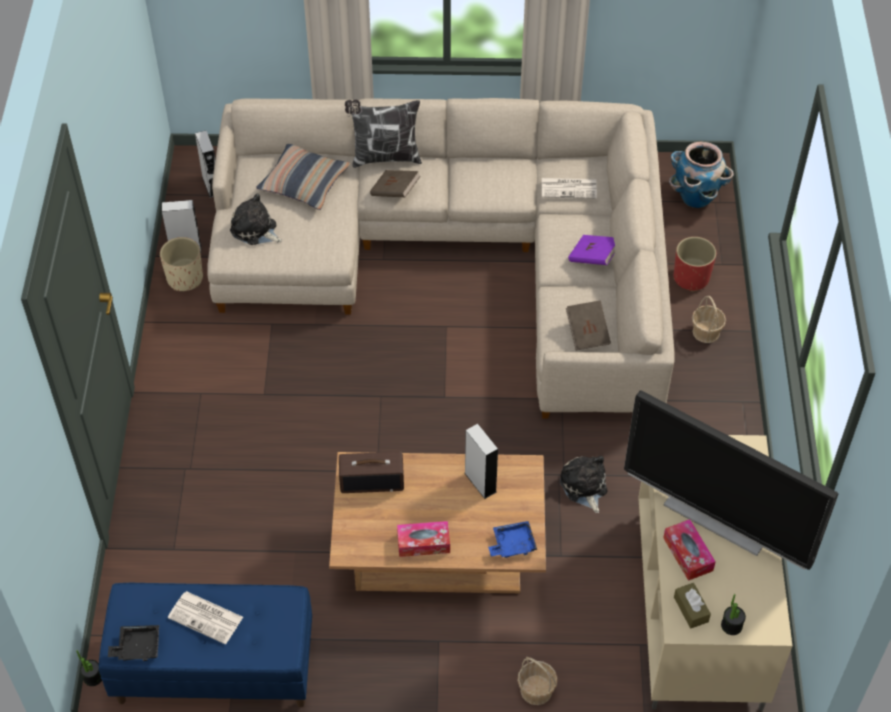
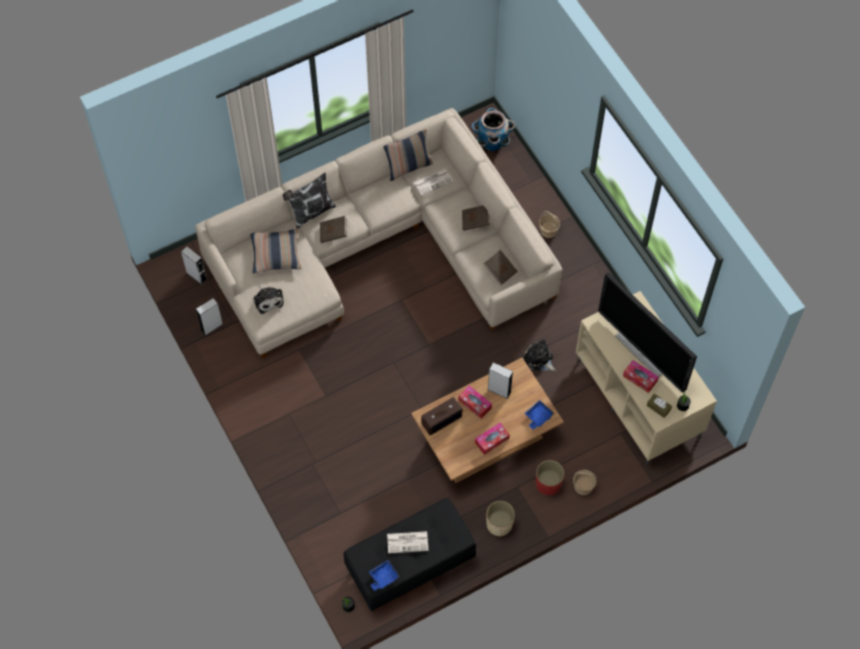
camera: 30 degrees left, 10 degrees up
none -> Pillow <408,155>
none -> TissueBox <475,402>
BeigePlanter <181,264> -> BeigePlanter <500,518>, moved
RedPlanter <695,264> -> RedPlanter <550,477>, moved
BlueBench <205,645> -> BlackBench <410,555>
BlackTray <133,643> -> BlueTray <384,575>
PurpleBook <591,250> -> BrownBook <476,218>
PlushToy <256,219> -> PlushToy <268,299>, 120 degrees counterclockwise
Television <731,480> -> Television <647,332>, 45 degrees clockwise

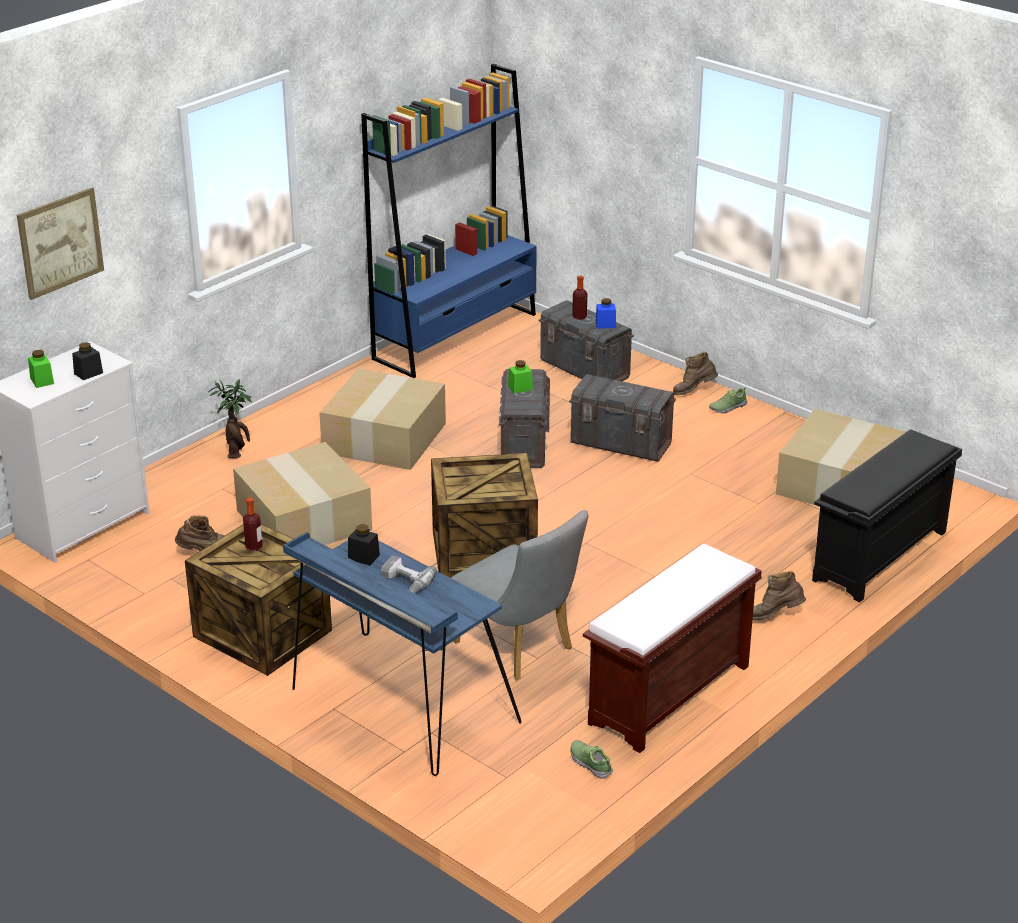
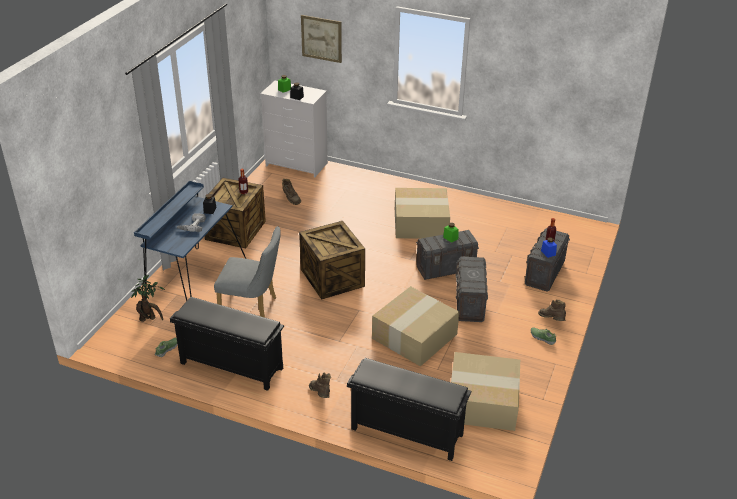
camera: 70 degrees right, 5 degrees up
BlueBookcase <449,221> -> none
PottedPlant <230,418> -> PottedPlant <148,298>, moved
CardboardBox <302,493> -> CardboardBox <415,326>, moved
BrownBench <672,648> -> BlackShoeRack <227,344>
GreyChair <519,595> -> GreyChair <247,272>, 105 degrees counterclockwise

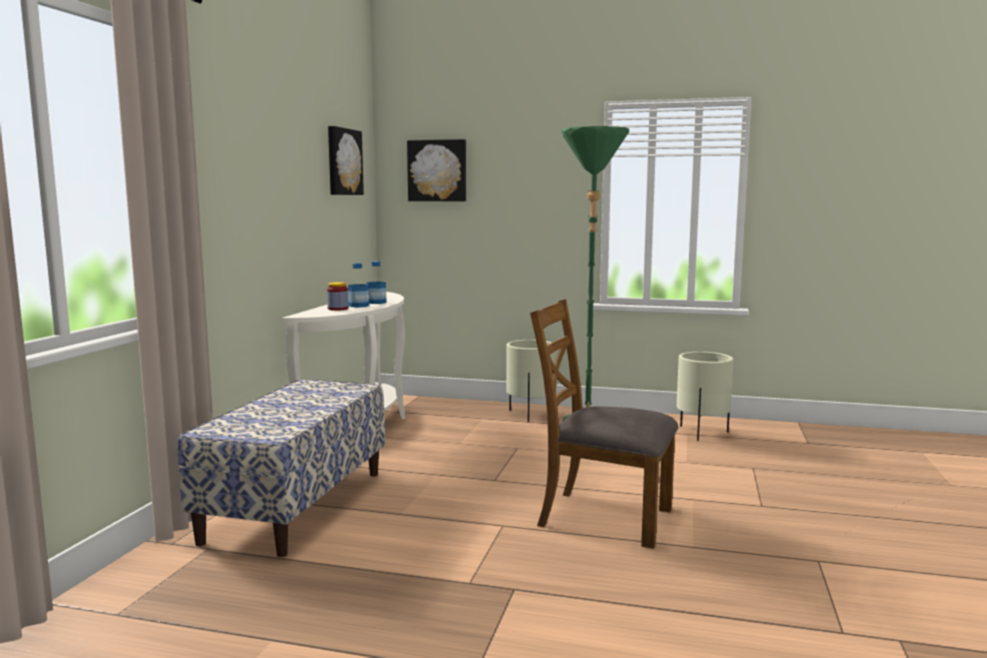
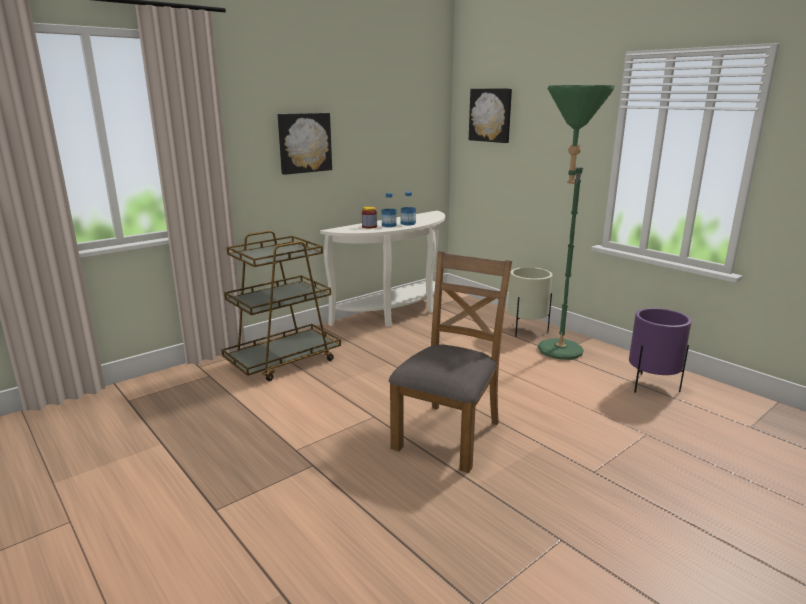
camera: 35 degrees right, 10 degrees up
Picture <346,160> -> Picture <305,144>, moved
Bench <281,468> -> BrownCart <281,306>
BeigePlanter <705,396> -> PurplePlanter <660,350>
BrownChair <604,424> -> BrownChair <450,362>, 60 degrees clockwise

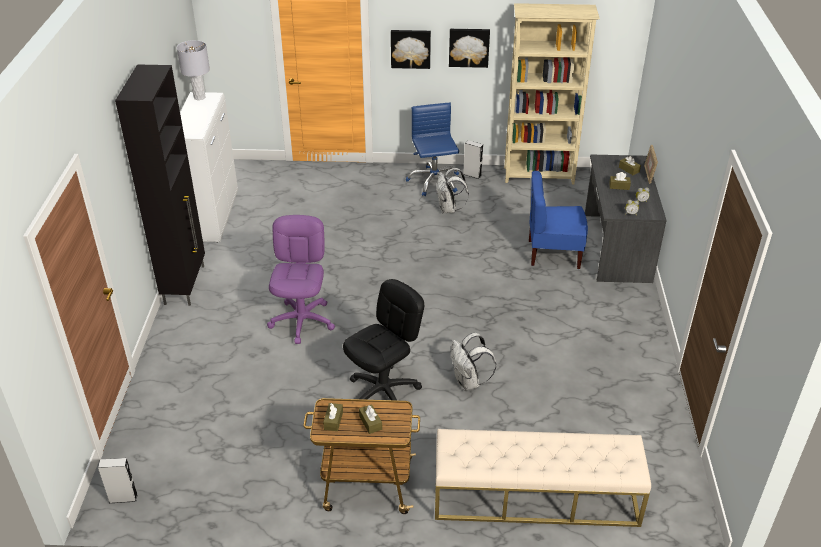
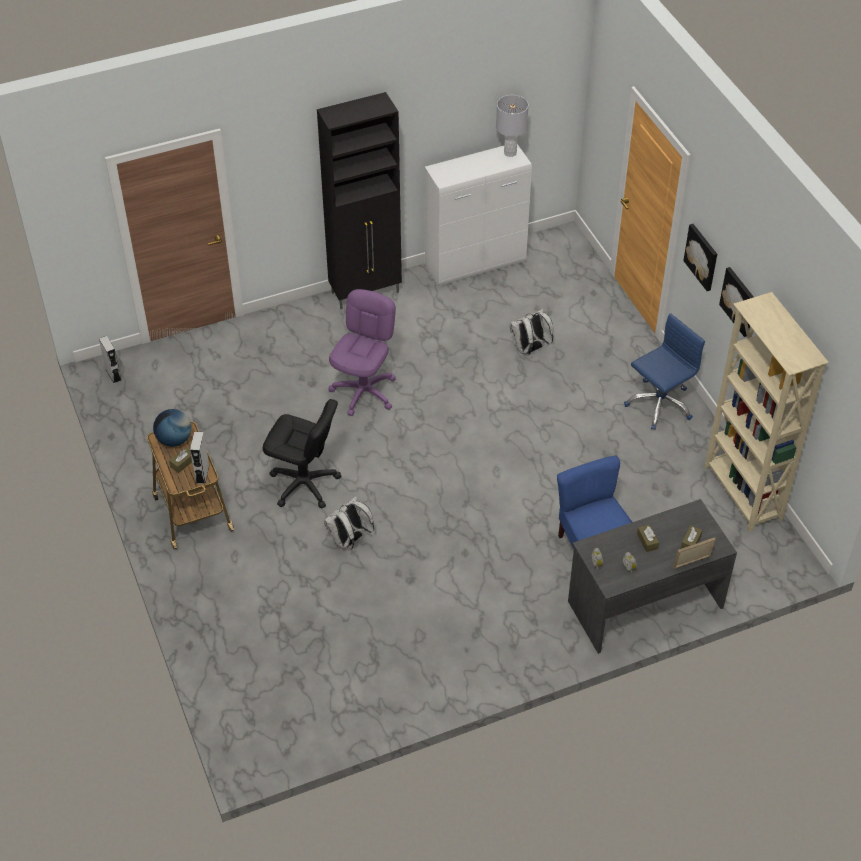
camera: 65 degrees right, 10 degrees up
BeigeBench <543,478> -> none
WhiteBackpack <452,190> -> WhiteBackpack <532,332>, moved
GreySpeaker <473,159> -> GreySpeaker <199,457>, moved
BrownTissueBox <333,417> -> Globe <172,428>
PurpleOfficeChair <301,279> -> PurpleOfficeChair <362,352>, 45 degrees counterclockwise

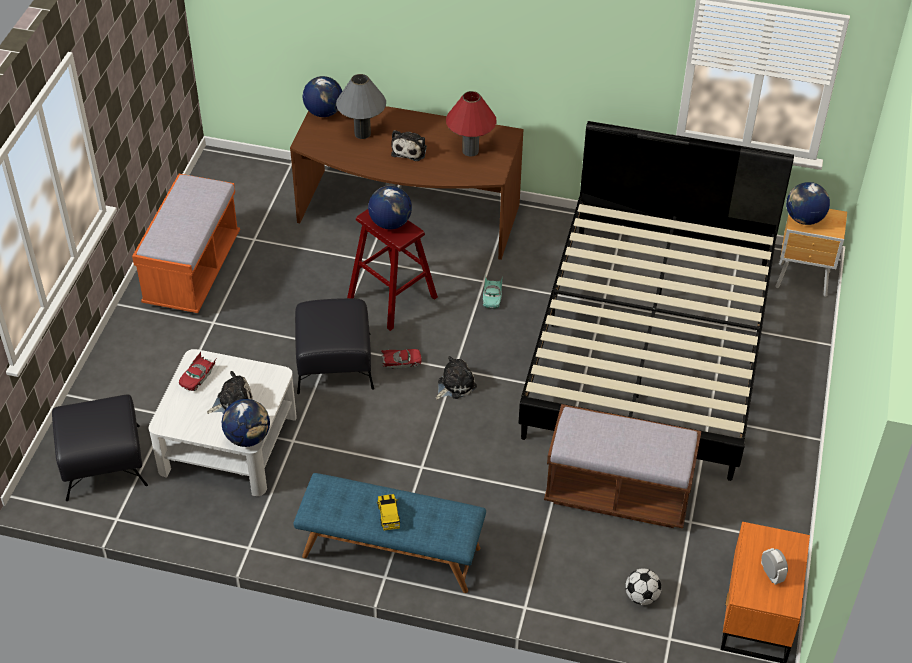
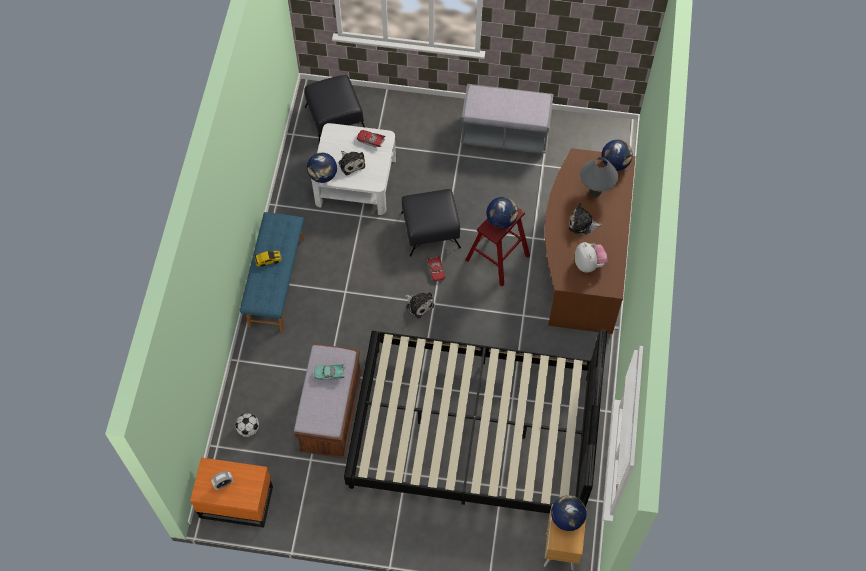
camera: 85 degrees right, 15 degrees up
TurquoiseToyCar <492,292> -> TurquoiseToyCar <329,372>, moved
RedTableLamp <471,124> -> PlushToy <591,257>
OrangeBench <186,243> -> GreyBench <507,119>

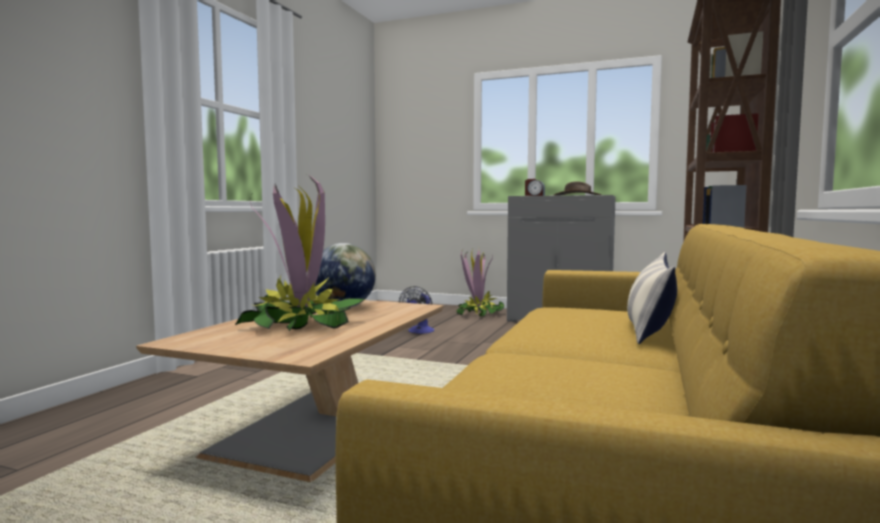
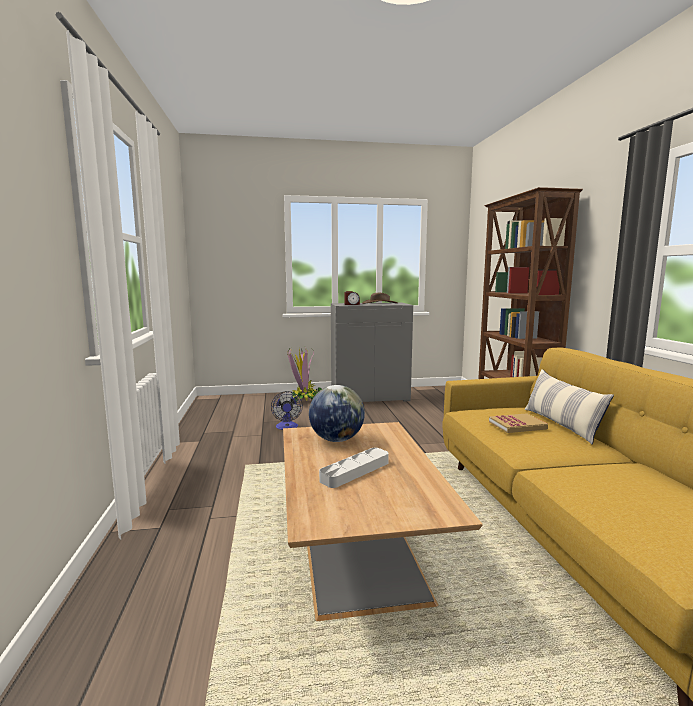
camera: 30 degrees left, 5 degrees up
none -> Book <518,423>
PottedPlant <300,253> -> GreyTray <354,468>

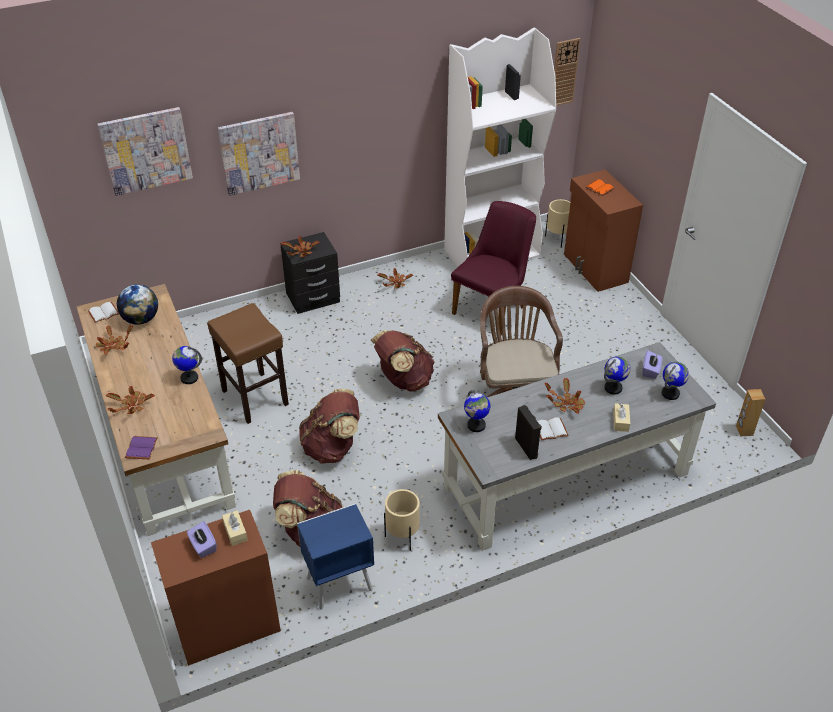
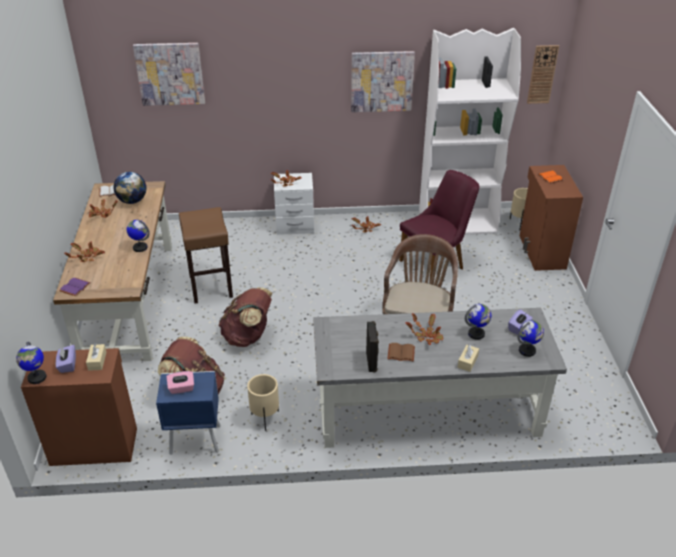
camera: 20 degrees right, 5 degrees down
BrownBackpack <403,361> -> none
BrownSpeaker <750,413> -> none
none -> PinkTissueBox <180,382>
Picture <259,154> -> Picture <383,81>, moved
Globe <477,411> -> Globe <31,363>, moved
BlackNightstand <310,273> -> WhiteNightstand <294,204>
WhiteBook <553,429> -> BrownBook <401,352>

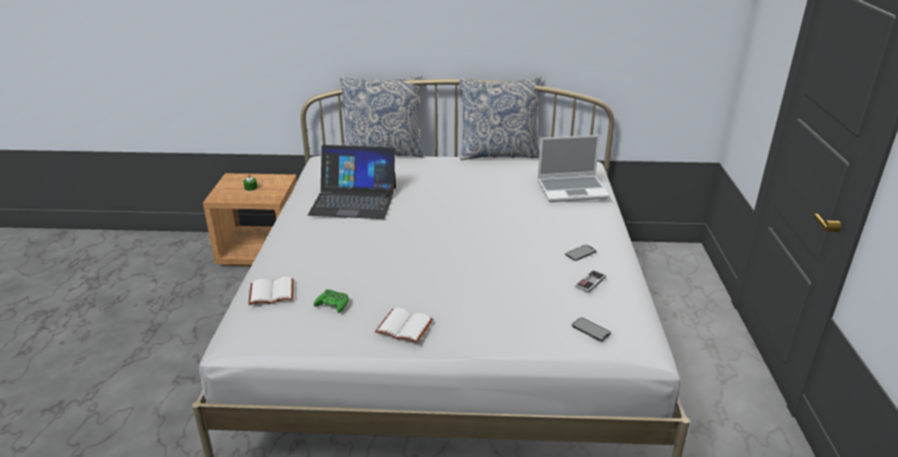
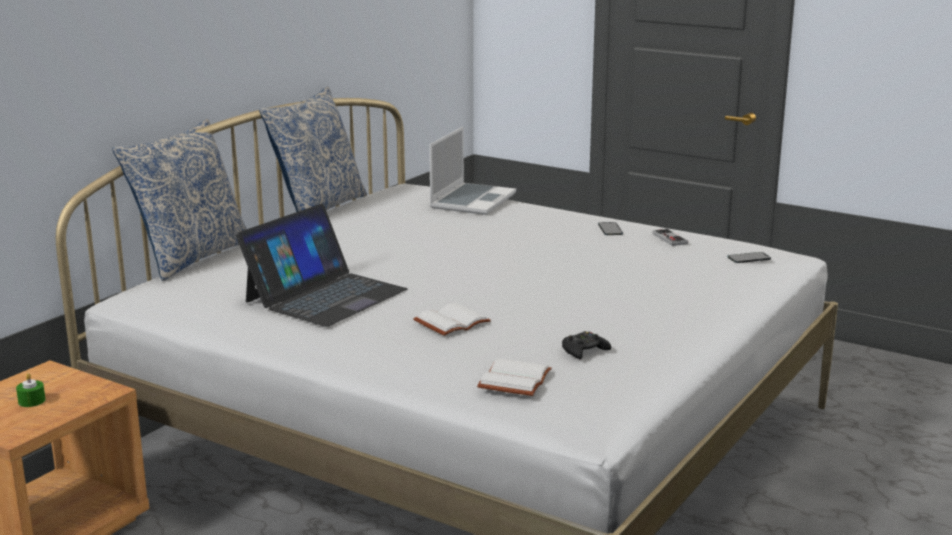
camera: 60 degrees left, 10 degrees down
WhiteBook <404,325> -> WhiteBook <452,319>, moved
GreenGameController <331,301> -> BlackGameController <586,345>

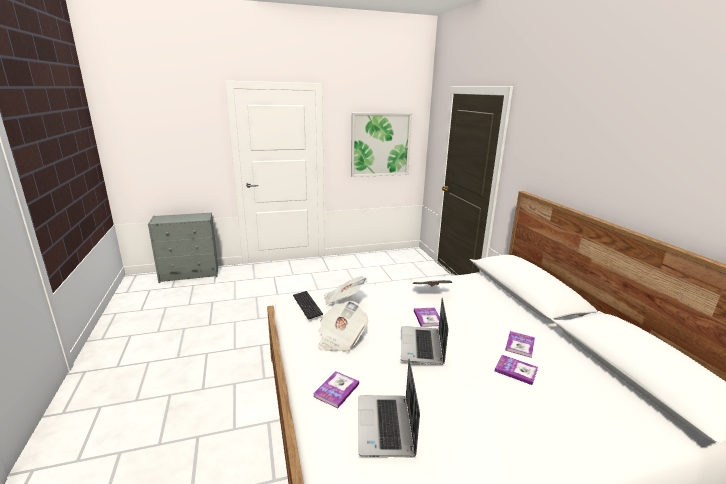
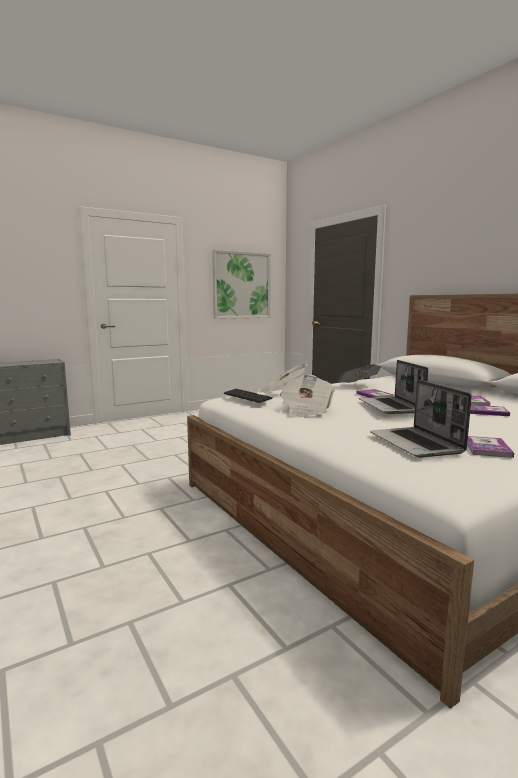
camera: 15 degrees left, 10 degrees down
Book <336,389> -> Book <490,447>, moved

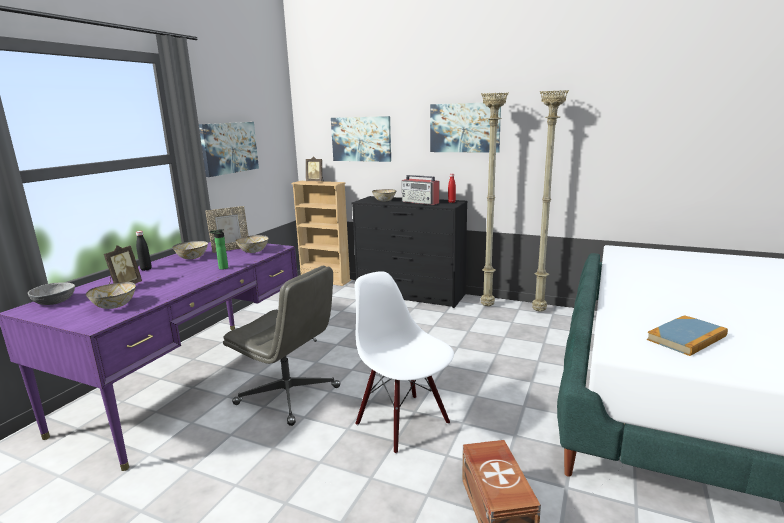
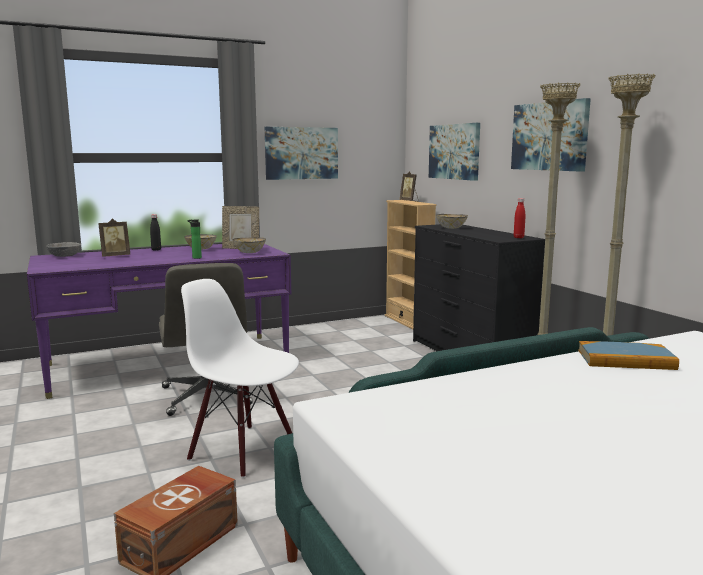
camera: 40 degrees right, 5 degrees down
Bowl <111,295> -> none
Radio <420,190> -> none
Book <687,335> -> Book <628,355>, moved
WhiteChair <404,362> -> WhiteChair <240,378>, 60 degrees counterclockwise

